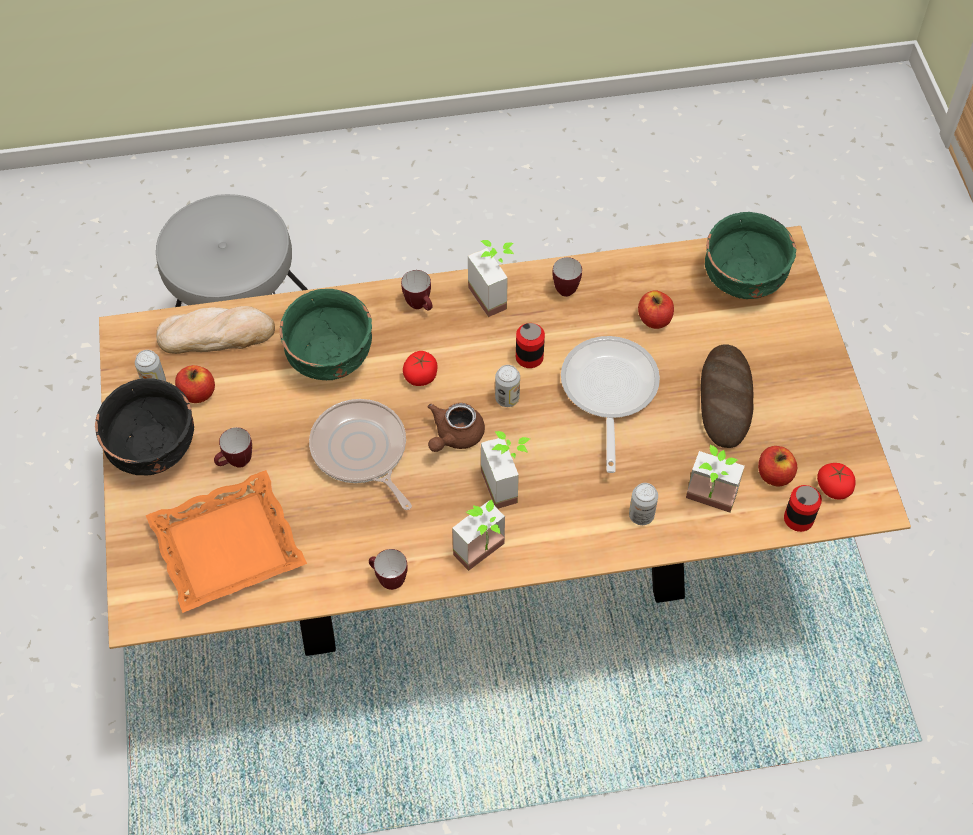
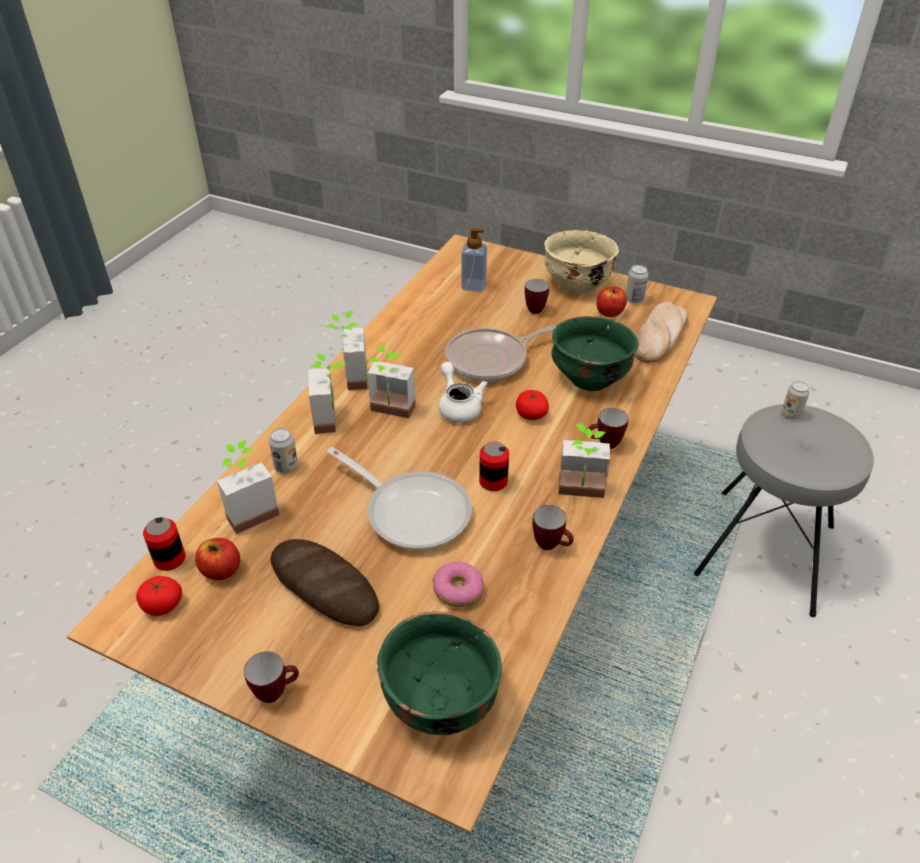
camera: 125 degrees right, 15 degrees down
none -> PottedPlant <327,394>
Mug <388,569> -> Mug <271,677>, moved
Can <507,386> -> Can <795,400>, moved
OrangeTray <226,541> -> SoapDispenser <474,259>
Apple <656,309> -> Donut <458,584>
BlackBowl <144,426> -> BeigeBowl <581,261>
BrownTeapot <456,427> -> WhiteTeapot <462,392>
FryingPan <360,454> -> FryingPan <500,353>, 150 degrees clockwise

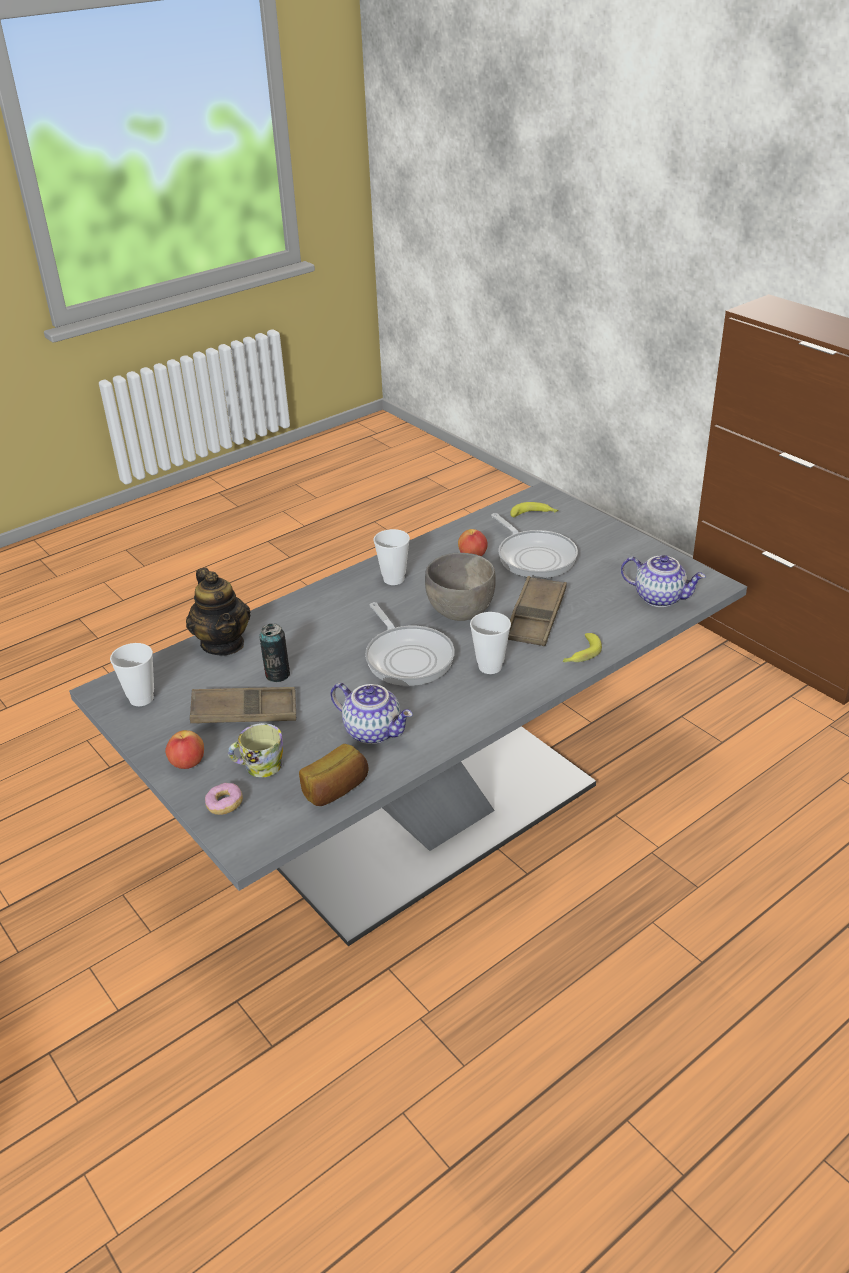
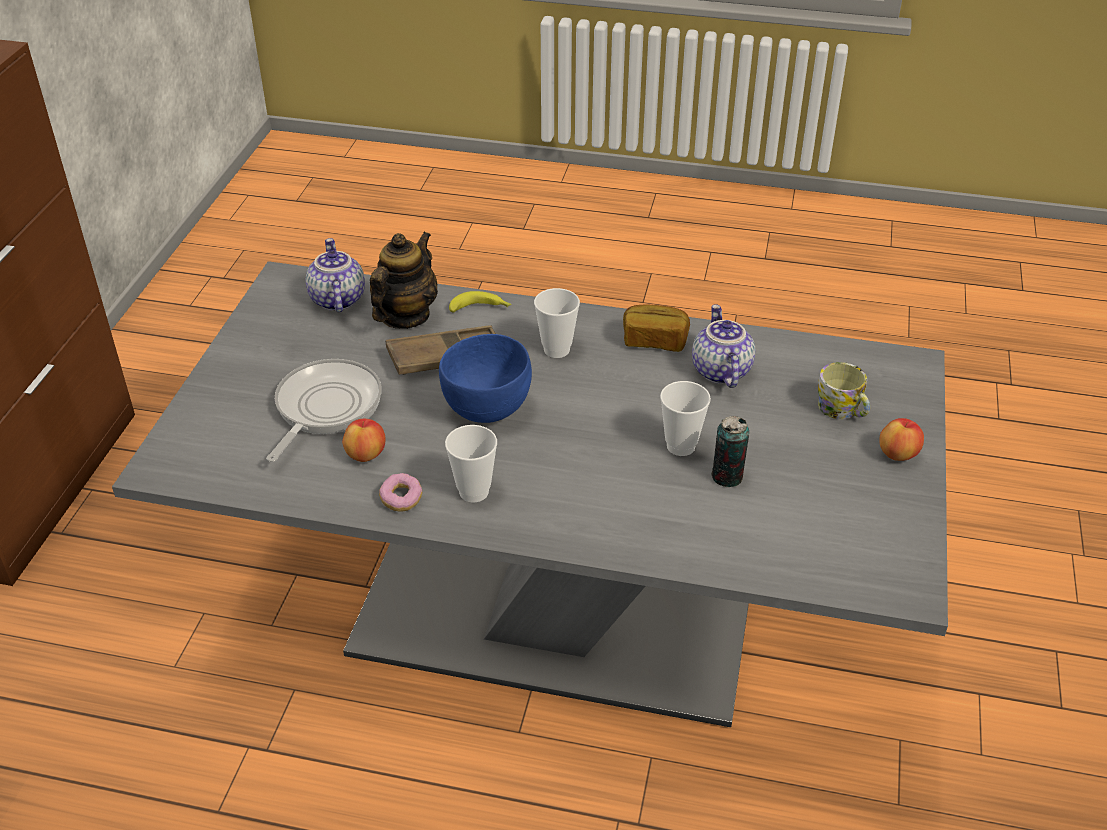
camera: 130 degrees left, 5 degrees up
BrownTray <243,705> -> none
FryingPan <410,644> -> none
Banana <534,509> -> none
Cup <132,674> -> Cup <685,418>, moved
Teapot <218,612> -> Teapot <404,280>, moved
Donut <224,799> -> Donut <400,492>, moved
Bread <334,775> -> Bread <656,328>, moved
GreyBowl <460,587> -> BlueBowl <485,378>

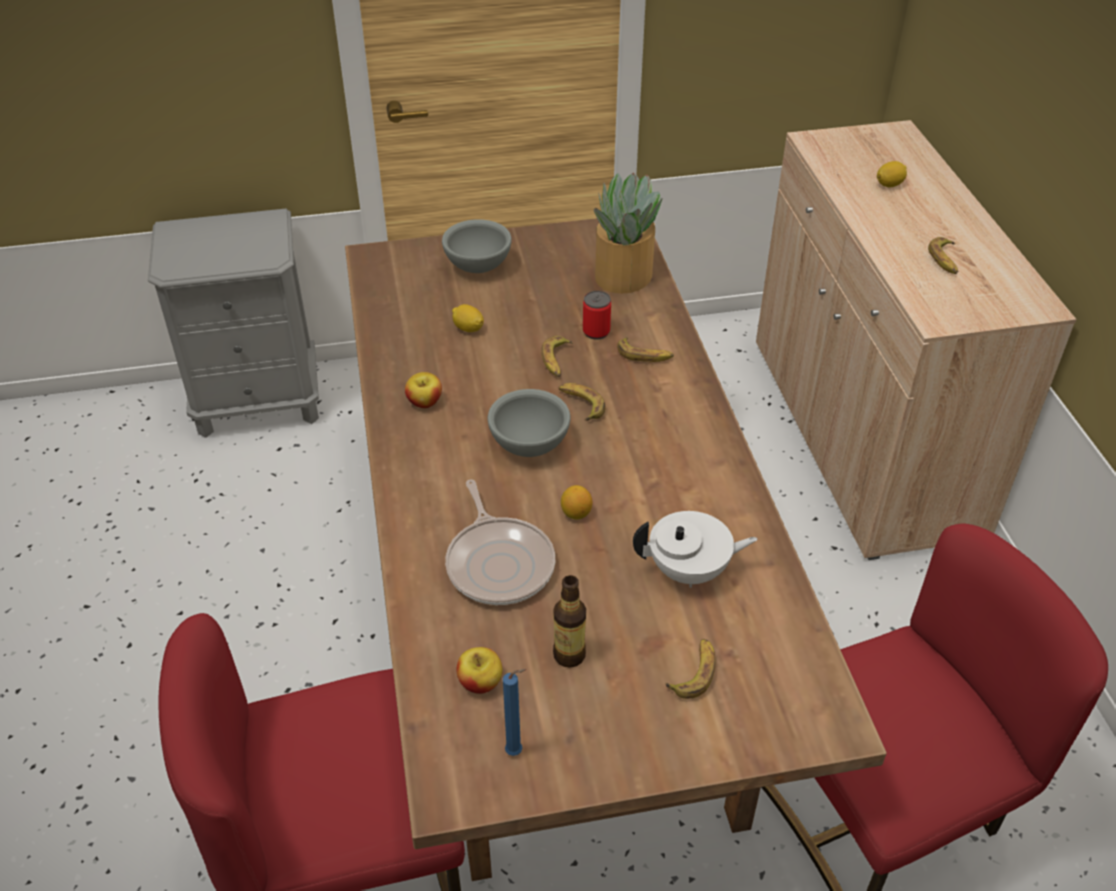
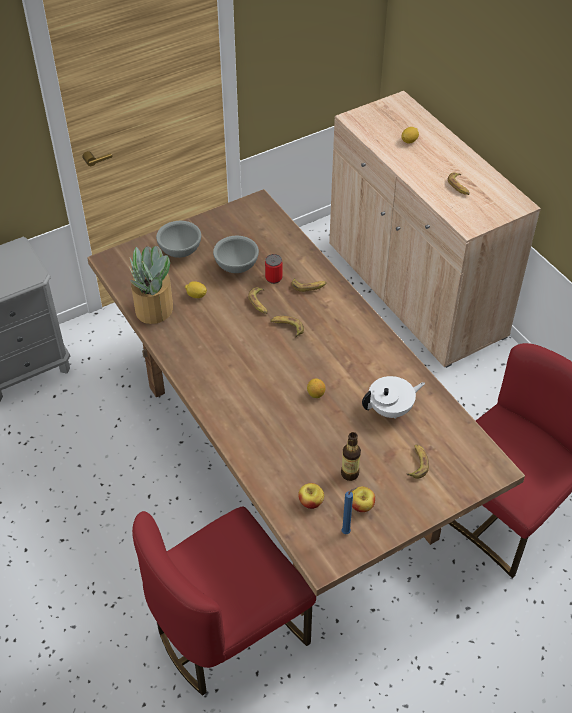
camera: 20 degrees left, 5 degrees up
FryingPan <500,542> -> none
Apple <423,390> -> Apple <363,499>, moved
GreyBowl <529,423> -> GreyBowl <236,254>, moved
PottedPlant <628,233> -> PottedPlant <151,284>, moved

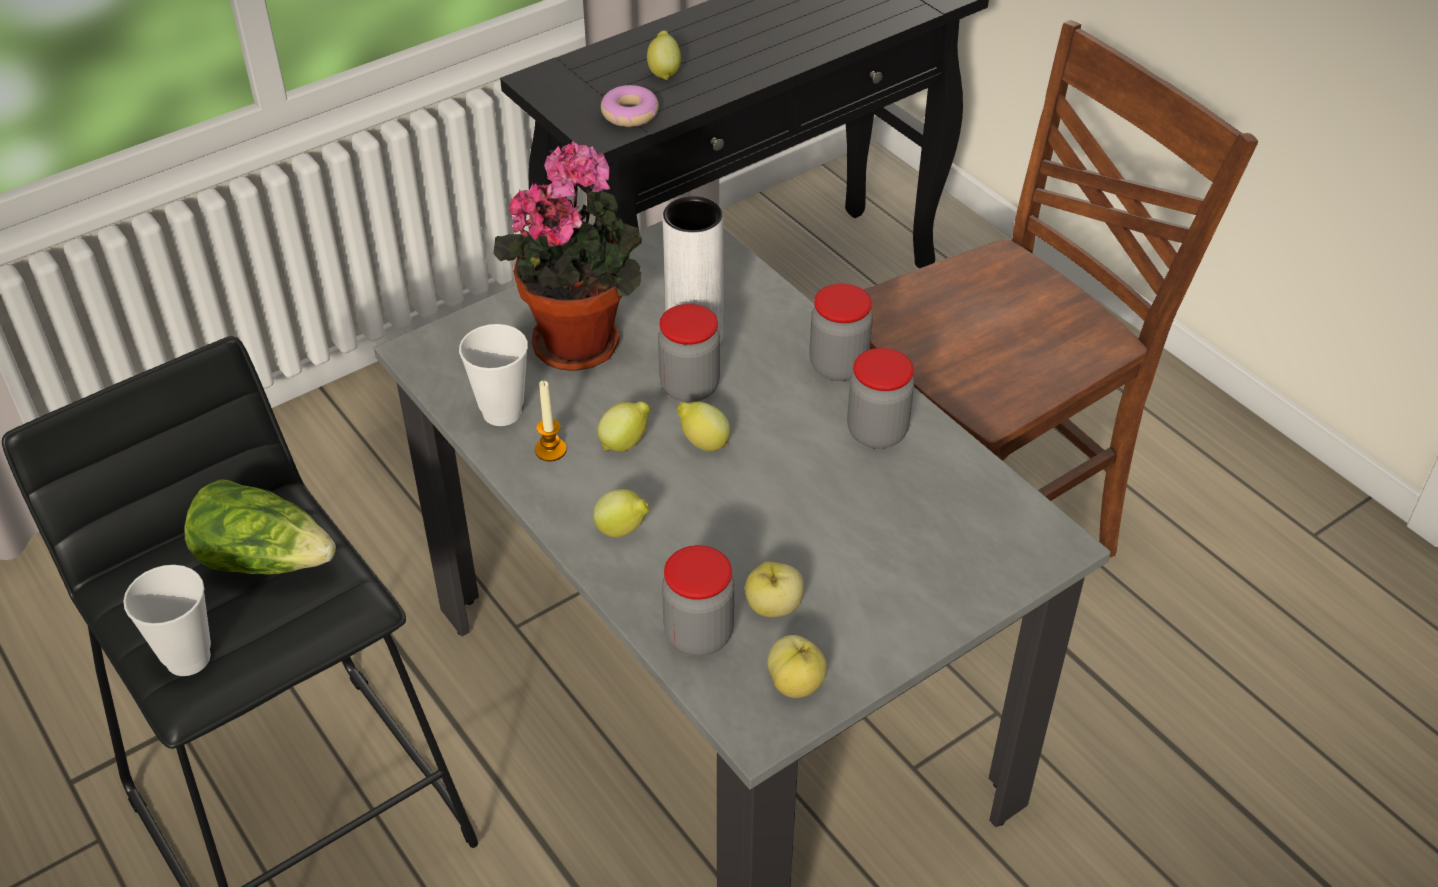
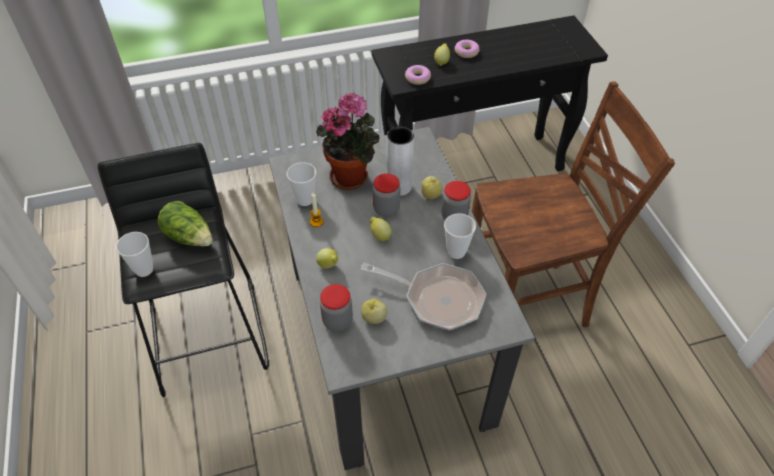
camera: 20 degrees right, 5 degrees up
Lemon <624,426> -> none
none -> FryingPan <423,296>
none -> Donut <467,49>
Apple <797,666> -> Apple <432,187>, moved
Jar <880,398> -> Cup <460,236>

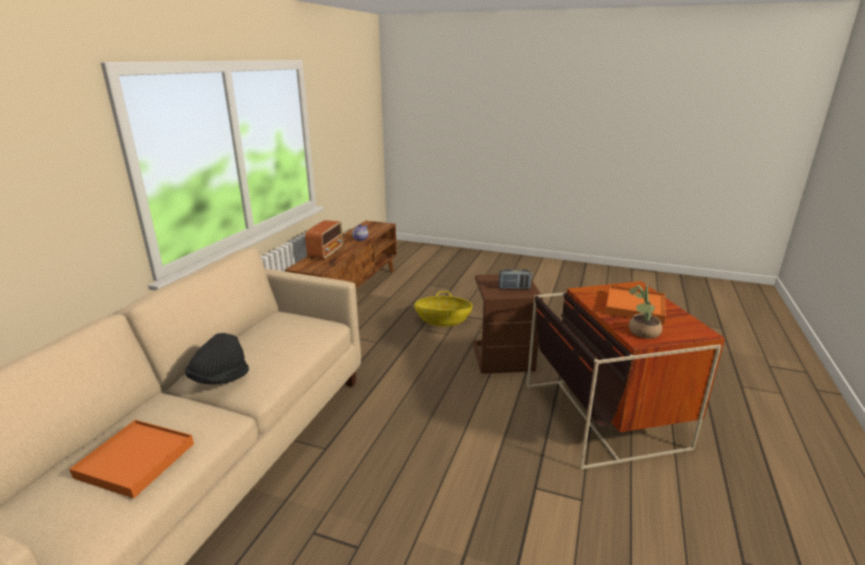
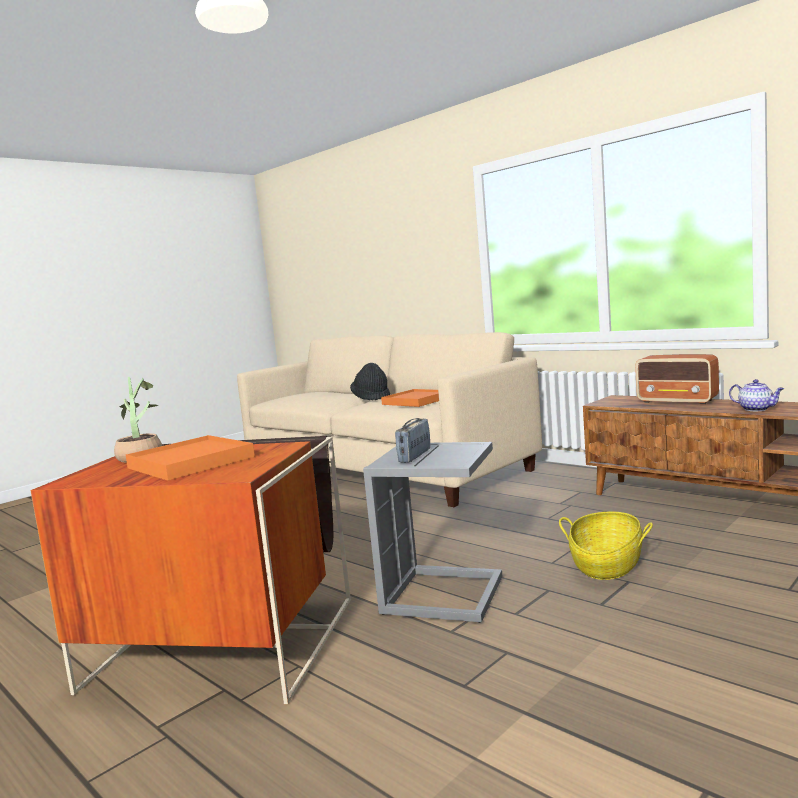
camera: 115 degrees right, 15 degrees down
OrangeTray <131,459> -> OrangeTray <410,398>, moved
BrownSideTable <508,324> -> GreySideTable <433,532>

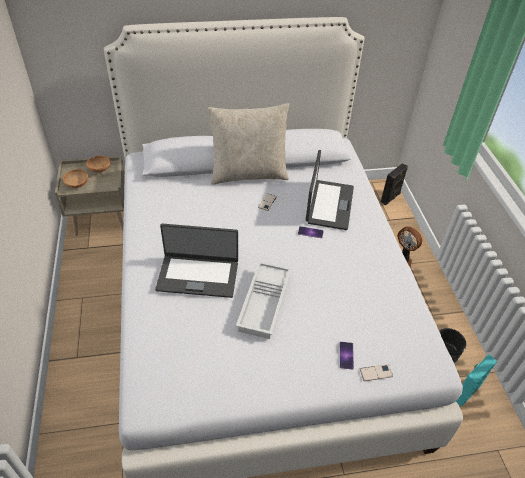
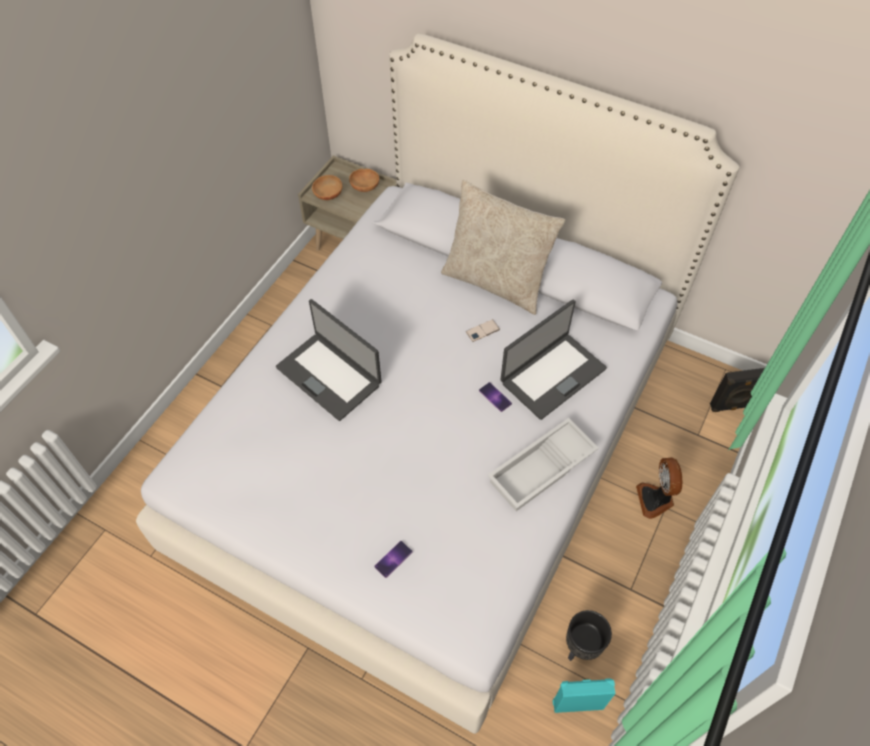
camera: 40 degrees right, 10 degrees up
Phone <376,372> -> none
WhiteTray <264,300> -> WhiteTray <543,464>, moved

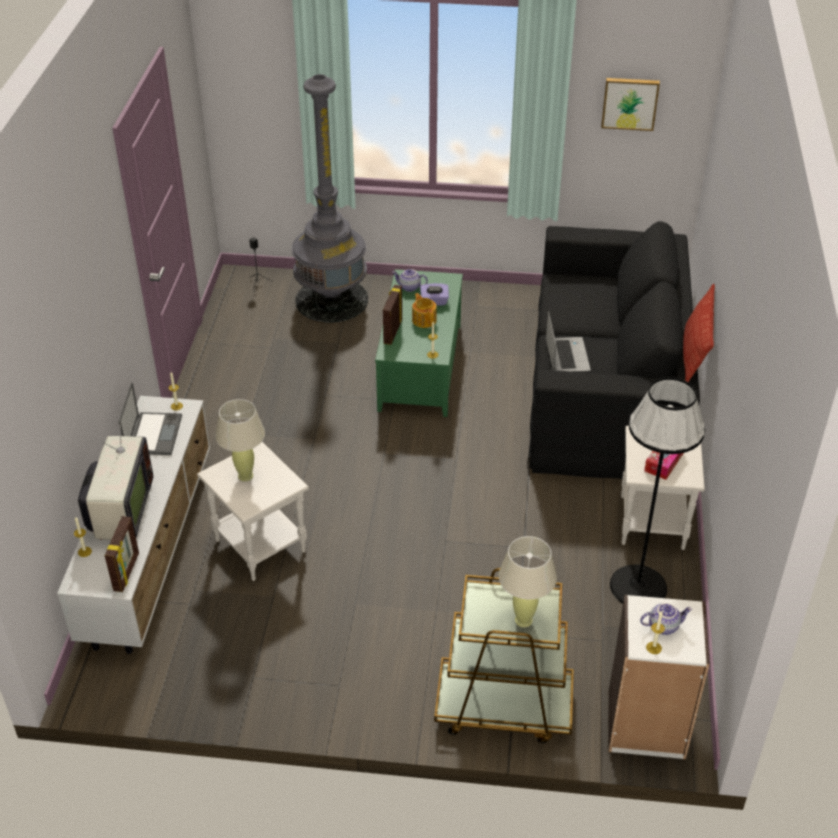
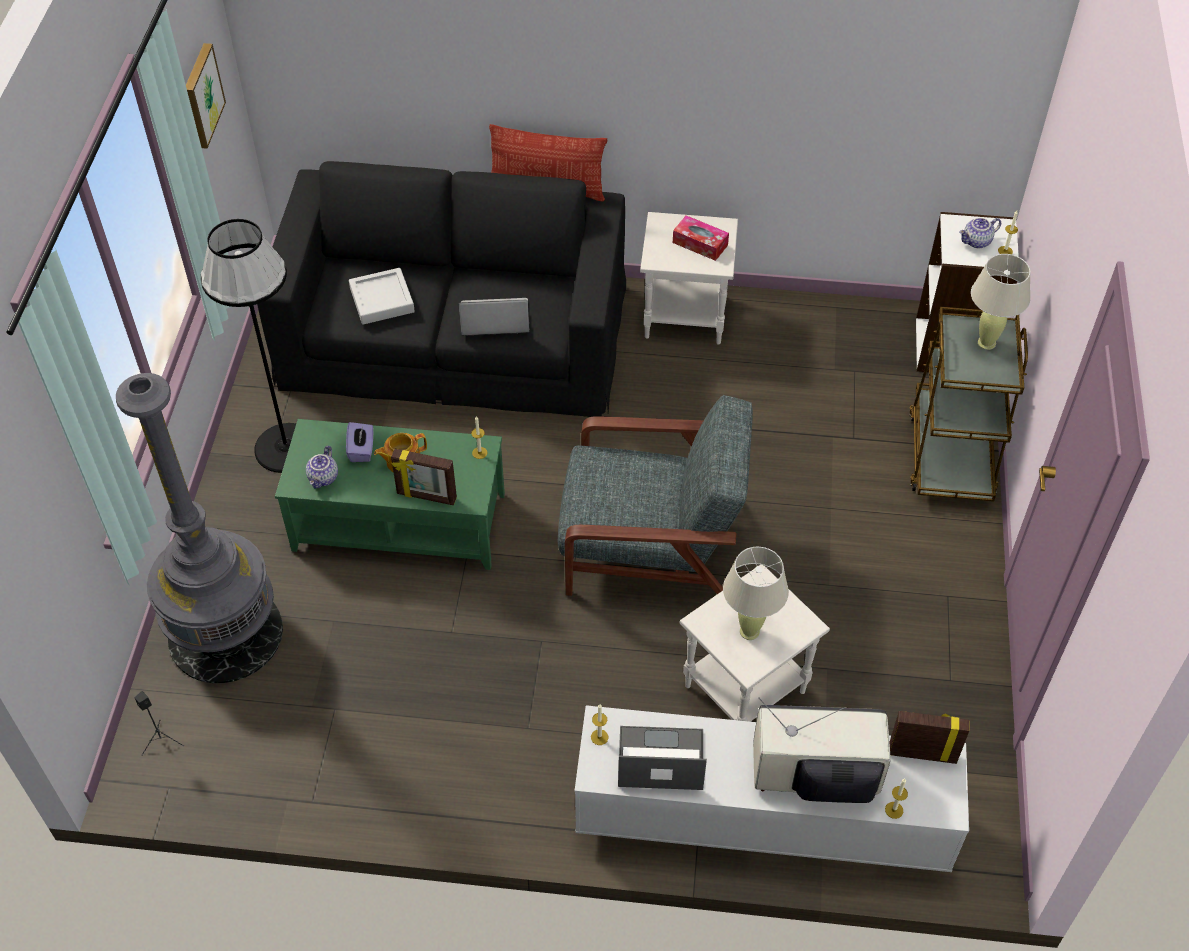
camera: 90 degrees left, 10 degrees up
none -> GreyTray <382,296>
none -> GreyArmchair <655,495>
BlackFloorLamp <657,490> -> BlackFloorLamp <248,346>, moved
Teapot <666,619> -> Teapot <980,232>, 105 degrees counterclockwise

